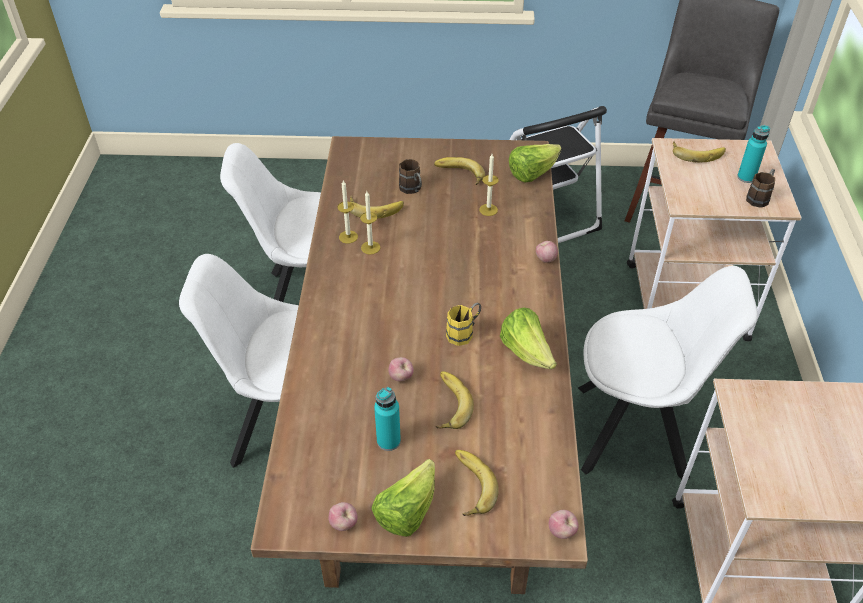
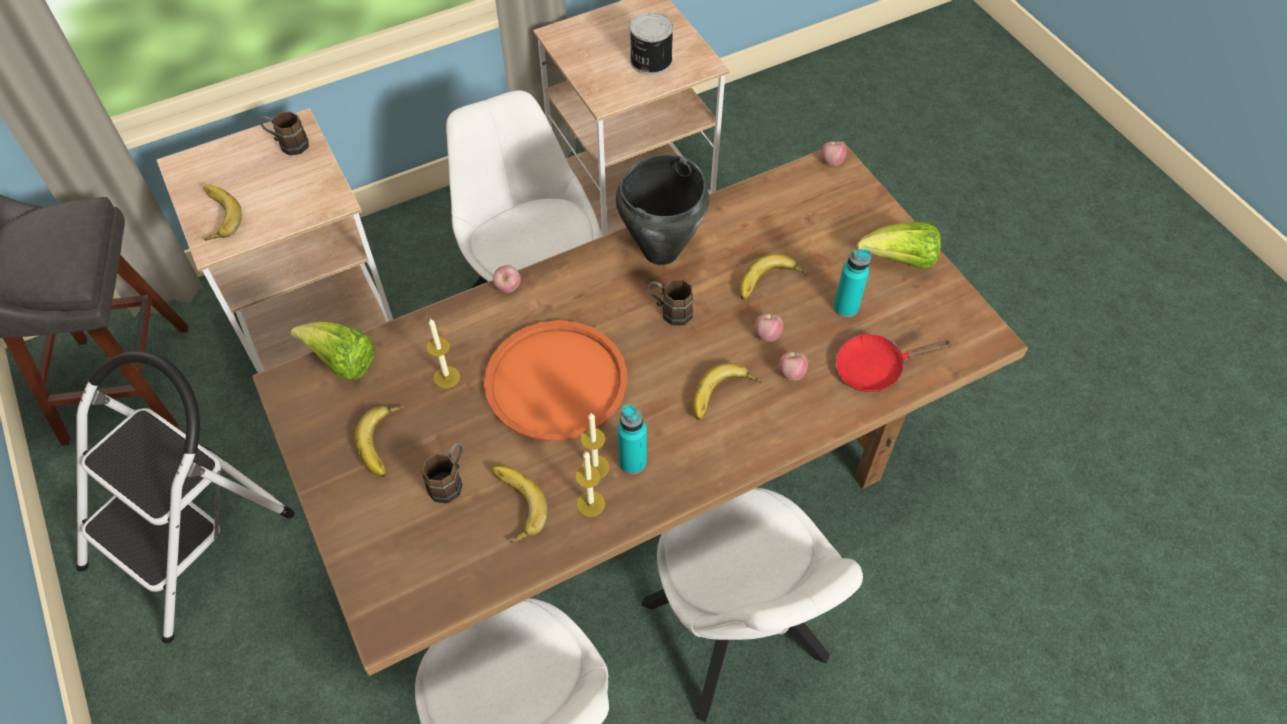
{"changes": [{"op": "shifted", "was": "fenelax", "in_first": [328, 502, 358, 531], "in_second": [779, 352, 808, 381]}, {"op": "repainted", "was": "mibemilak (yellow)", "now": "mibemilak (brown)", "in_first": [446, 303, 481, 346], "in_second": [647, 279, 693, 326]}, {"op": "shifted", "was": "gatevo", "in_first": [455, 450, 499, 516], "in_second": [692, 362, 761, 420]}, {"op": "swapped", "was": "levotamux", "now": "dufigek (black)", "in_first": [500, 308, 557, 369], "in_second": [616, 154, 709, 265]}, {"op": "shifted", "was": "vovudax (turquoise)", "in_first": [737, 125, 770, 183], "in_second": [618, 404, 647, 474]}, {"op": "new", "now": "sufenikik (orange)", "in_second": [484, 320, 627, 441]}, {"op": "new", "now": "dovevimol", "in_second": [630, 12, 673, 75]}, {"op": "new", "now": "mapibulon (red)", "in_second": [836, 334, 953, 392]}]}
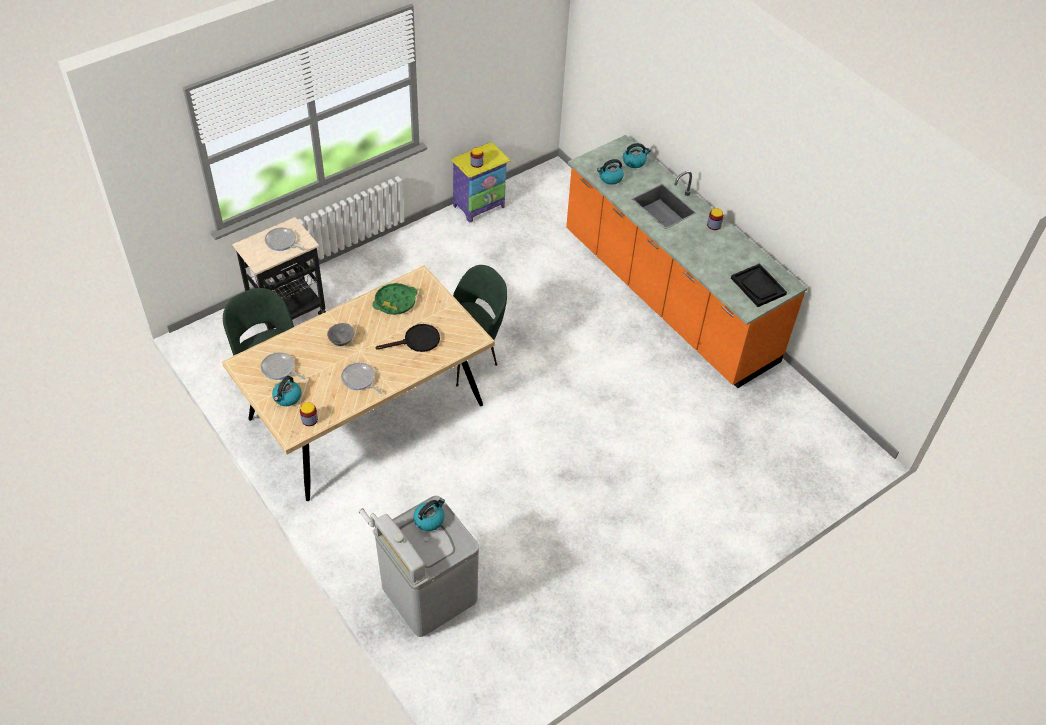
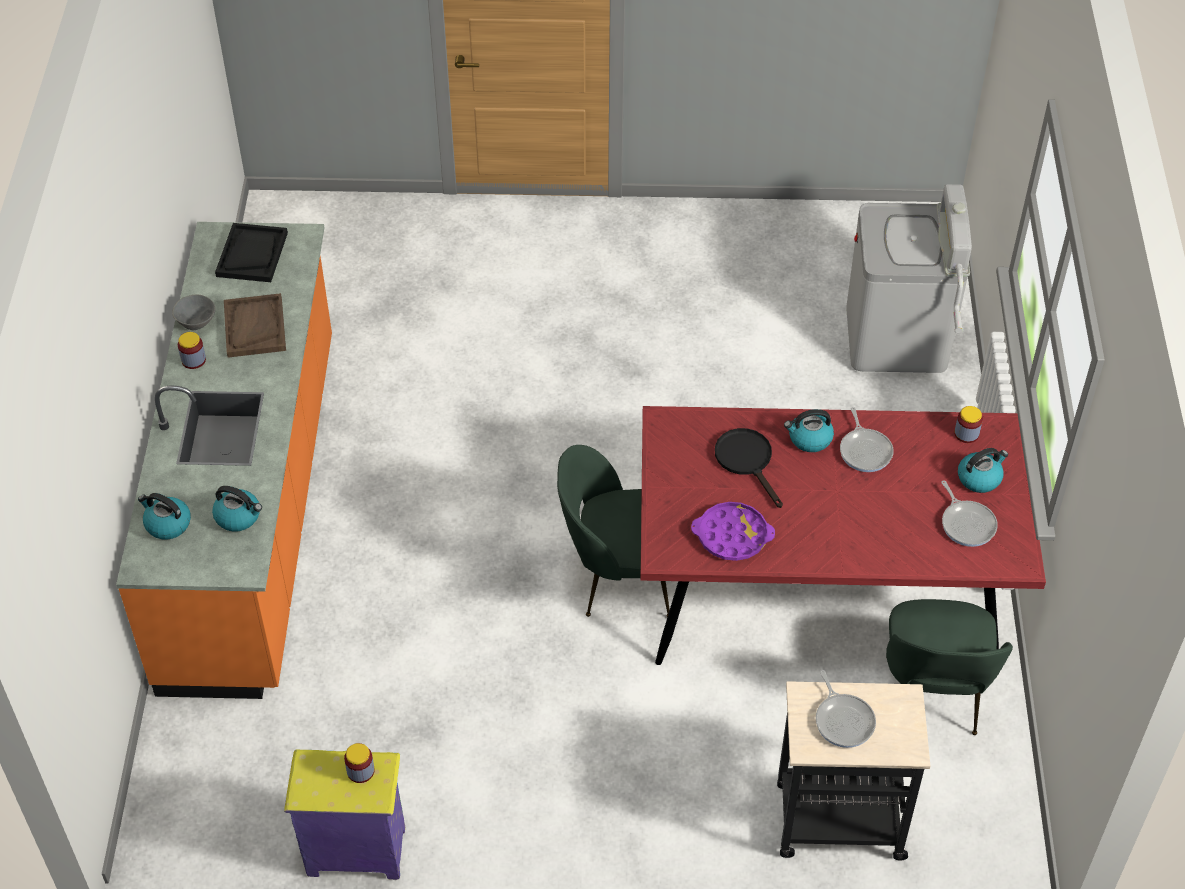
{"changes": [{"op": "repainted", "was": "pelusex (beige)", "now": "pelusex (red)", "in_first": [222, 265, 495, 501], "in_second": [640, 406, 1046, 665]}, {"op": "shifted", "was": "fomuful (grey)", "in_first": [327, 323, 354, 346], "in_second": [172, 294, 215, 330]}, {"op": "repainted", "was": "sufenikik (green)", "now": "sufenikik (purple)", "in_first": [372, 283, 418, 315], "in_second": [691, 502, 775, 561]}, {"op": "rotated", "was": "mapibulon (black)", "in_first": [375, 324, 440, 352], "in_second": [715, 428, 783, 508], "clockwise": 45}, {"op": "shifted", "was": "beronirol", "in_first": [413, 498, 445, 531], "in_second": [784, 409, 834, 452]}, {"op": "new", "now": "sufenikik (brown)", "in_second": [224, 293, 286, 358]}]}
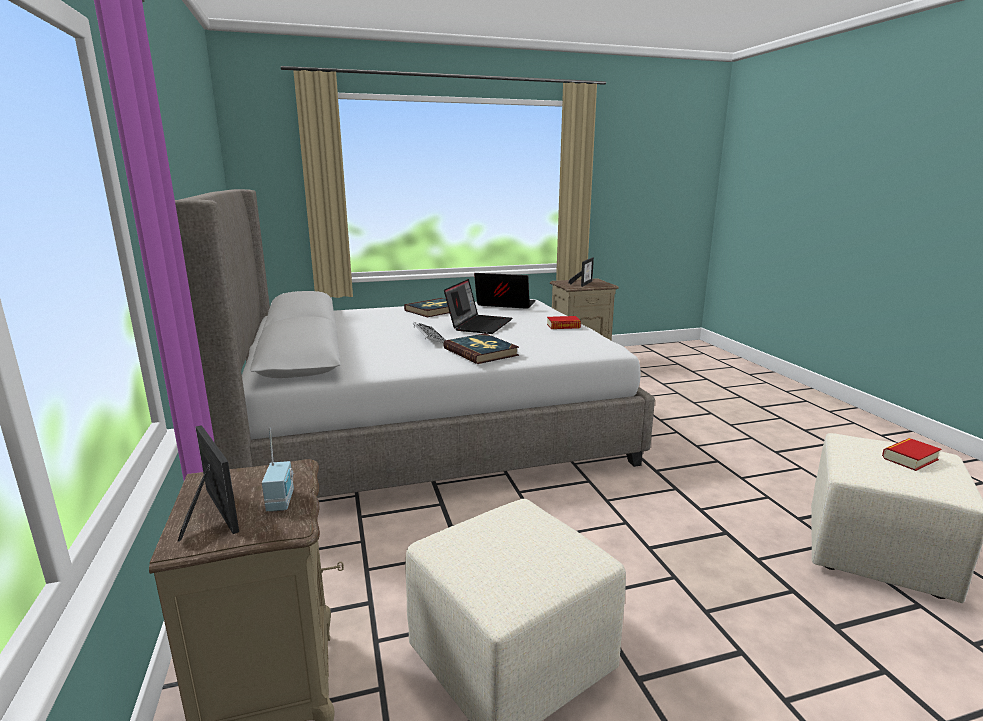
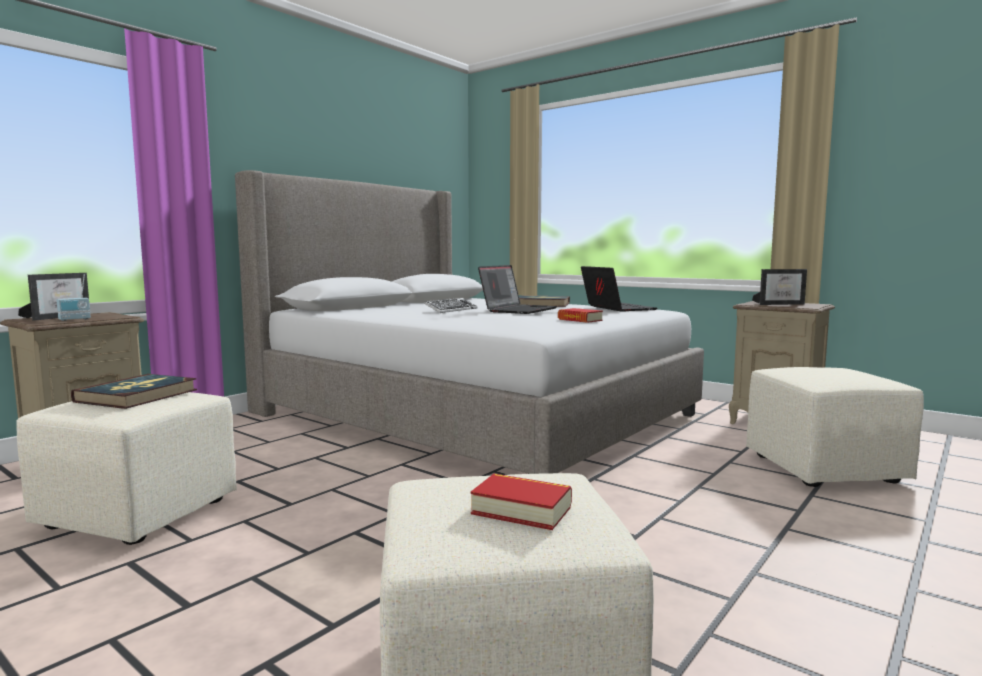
{"changes": [{"op": "shifted", "was": "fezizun", "in_first": [443, 333, 519, 364], "in_second": [71, 374, 197, 409]}, {"op": "rotated", "was": "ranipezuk", "in_first": [444, 279, 512, 334], "in_second": [478, 265, 557, 314], "clockwise": -45}, {"op": "new", "now": "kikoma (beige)", "in_second": [746, 367, 924, 487]}]}
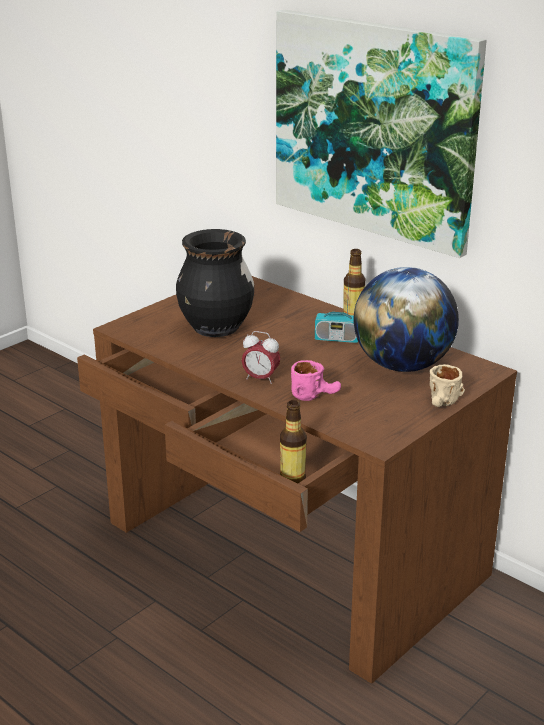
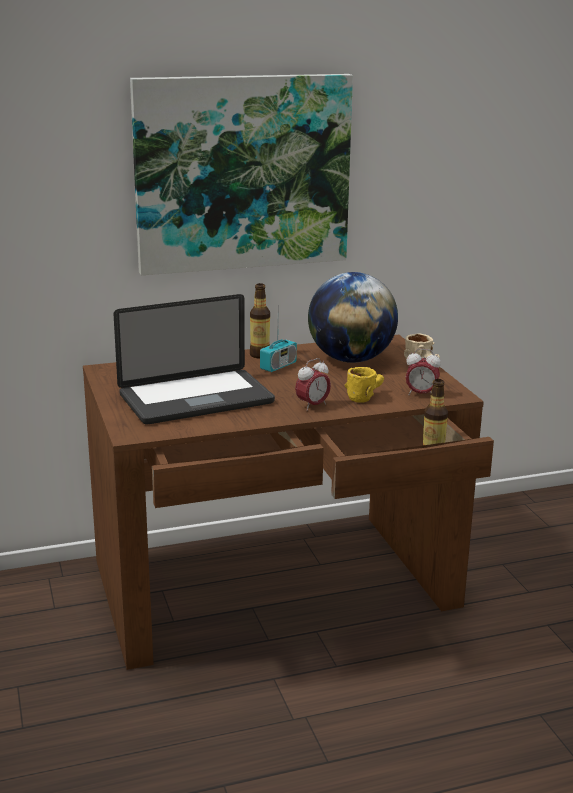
{"changes": [{"op": "swapped", "was": "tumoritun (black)", "now": "ranipezuk", "in_first": [176, 229, 254, 337], "in_second": [113, 294, 275, 425]}, {"op": "repainted", "was": "mibemilak (pink)", "now": "mibemilak (yellow)", "in_first": [291, 360, 341, 401], "in_second": [345, 367, 384, 403]}, {"op": "new", "now": "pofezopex", "in_second": [406, 348, 441, 395]}]}
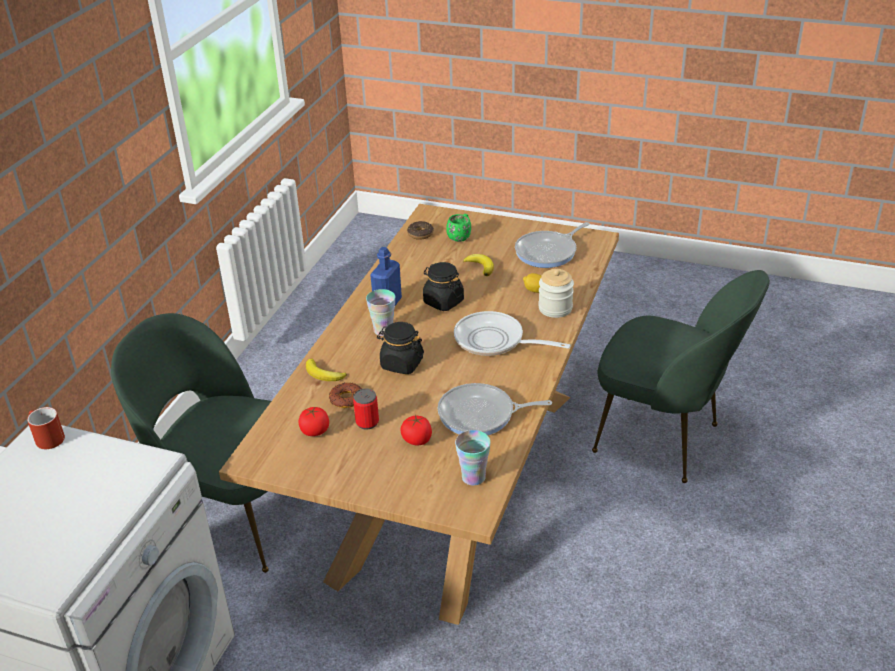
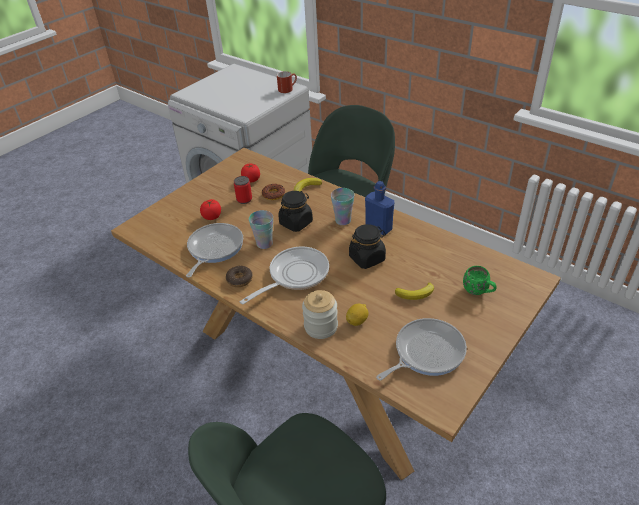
{"changes": [{"op": "shifted", "was": "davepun", "in_first": [407, 221, 434, 240], "in_second": [226, 266, 253, 287]}, {"op": "shifted", "was": "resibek", "in_first": [455, 430, 491, 486], "in_second": [249, 210, 273, 249]}, {"op": "rotated", "was": "mapibulon", "in_first": [515, 222, 590, 268], "in_second": [376, 318, 467, 381], "clockwise": 75}]}
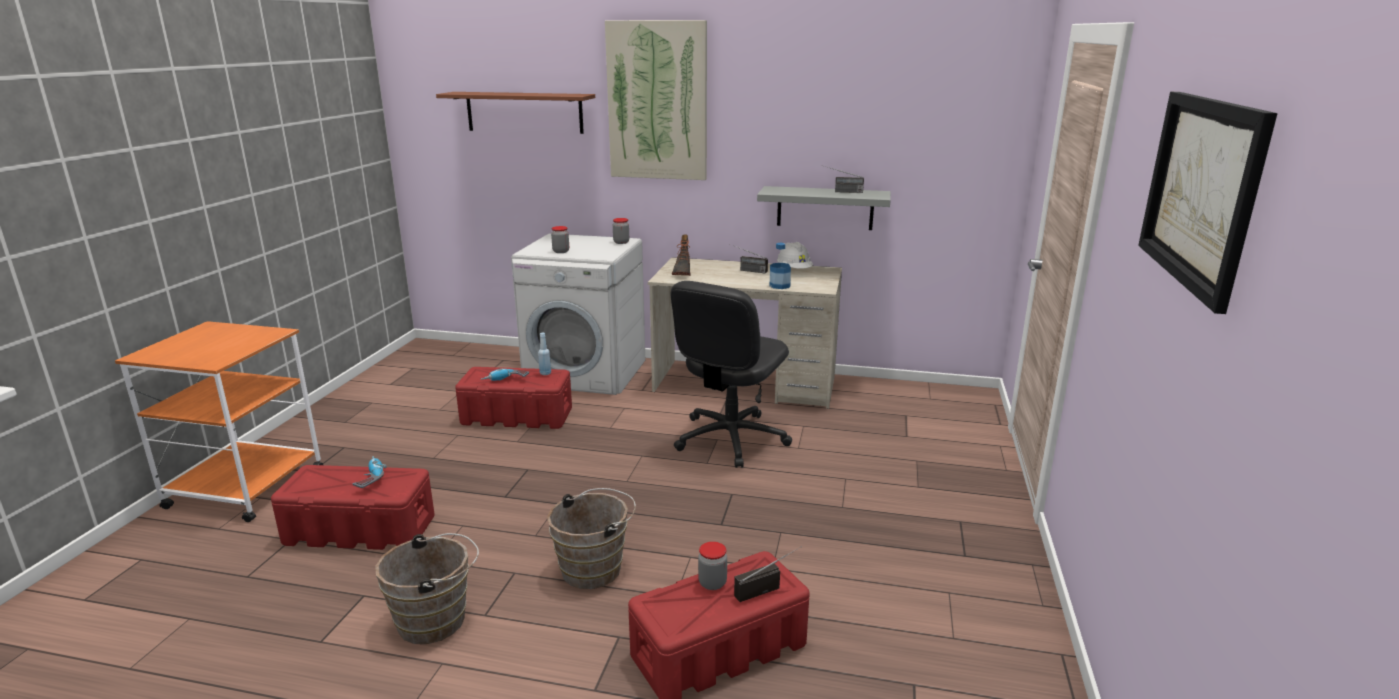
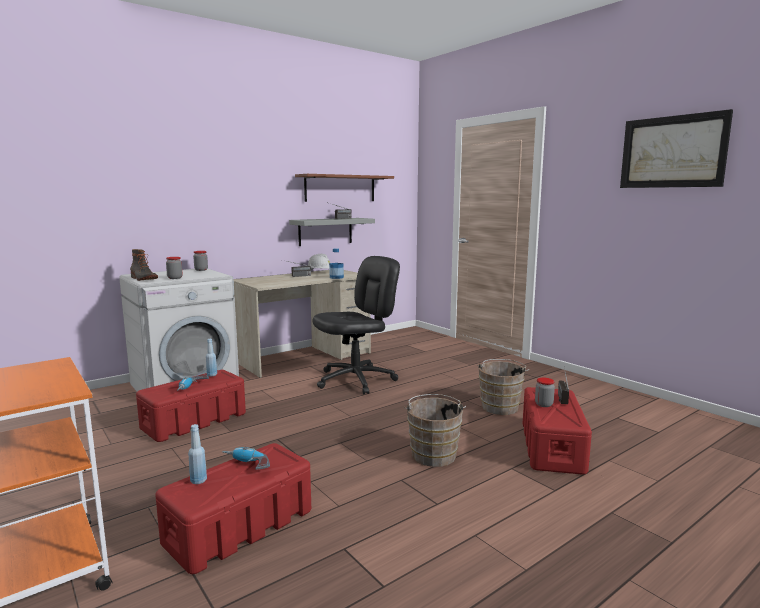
{"changes": [{"op": "shifted", "was": "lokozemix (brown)", "in_first": [375, 533, 479, 644], "in_second": [477, 359, 529, 415]}, {"op": "shifted", "was": "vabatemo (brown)", "in_first": [436, 92, 595, 134], "in_second": [295, 174, 394, 202]}, {"op": "gone", "was": "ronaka", "in_first": [605, 20, 707, 180]}, {"op": "rotated", "was": "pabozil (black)", "in_first": [671, 281, 792, 468], "in_second": [312, 256, 400, 394], "clockwise": -105}, {"op": "shifted", "was": "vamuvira", "in_first": [672, 235, 691, 276], "in_second": [130, 249, 158, 281]}, {"op": "new", "now": "vovudax (blue)", "in_second": [188, 424, 207, 484]}]}
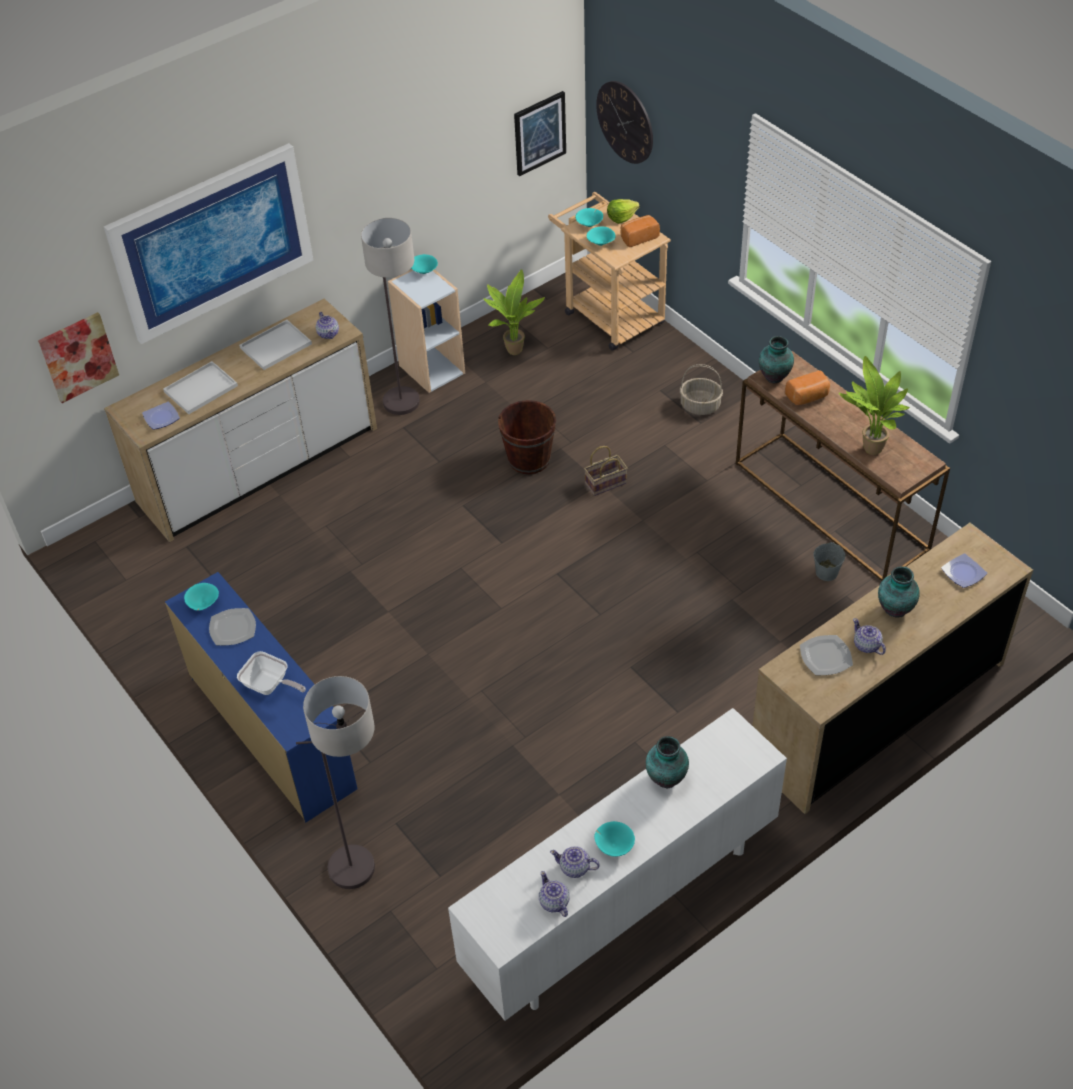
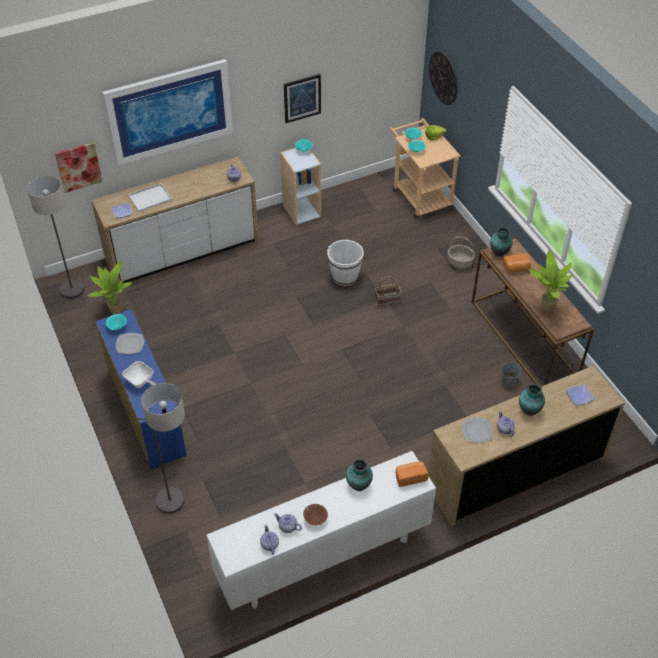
{"changes": [{"op": "gone", "was": "sufenikik (white)", "in_first": [239, 320, 312, 370]}, {"op": "shifted", "was": "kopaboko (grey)", "in_first": [361, 218, 420, 415], "in_second": [27, 176, 85, 299]}, {"op": "shifted", "was": "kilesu", "in_first": [484, 269, 545, 355], "in_second": [87, 260, 133, 315]}, {"op": "repainted", "was": "lokozemix (brown)", "now": "lokozemix (white)", "in_first": [498, 400, 556, 474], "in_second": [327, 240, 364, 286]}, {"op": "shifted", "was": "ronaka", "in_first": [514, 91, 566, 176], "in_second": [284, 74, 321, 123]}, {"op": "repainted", "was": "fomuful (turquoise)", "now": "fomuful (brown)", "in_first": [594, 821, 635, 857], "in_second": [303, 504, 328, 525]}, {"op": "shifted", "was": "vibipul", "in_first": [621, 215, 660, 247], "in_second": [396, 462, 428, 487]}]}
